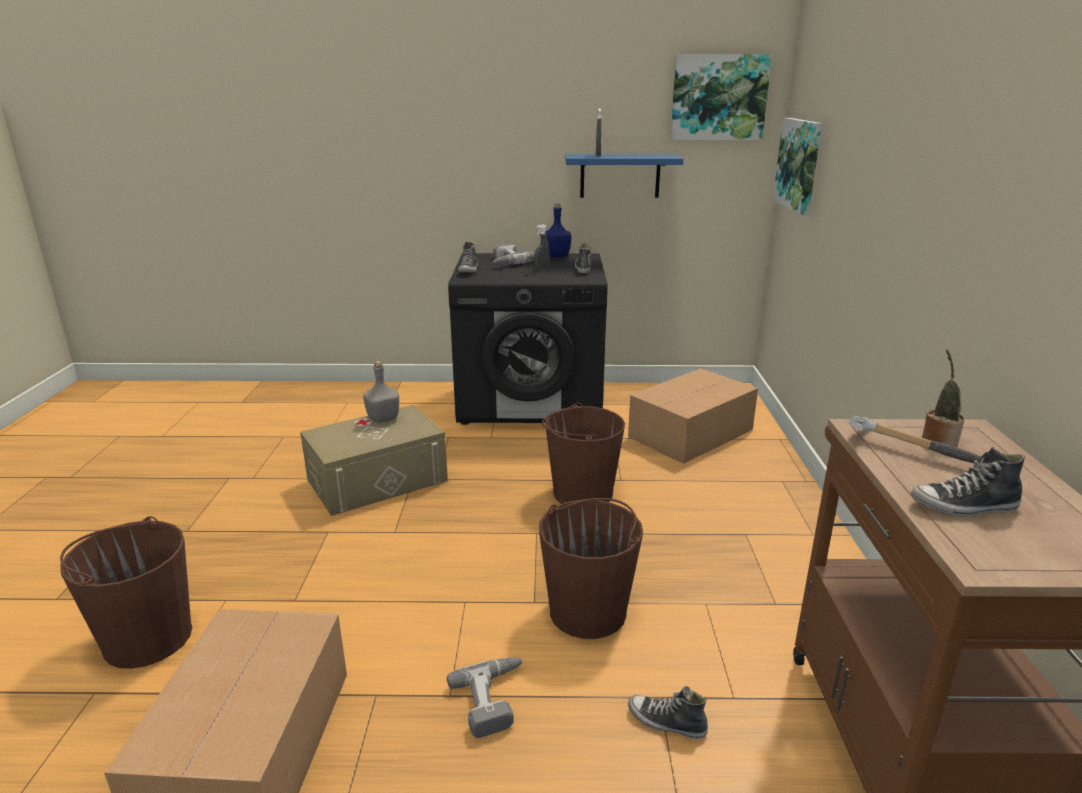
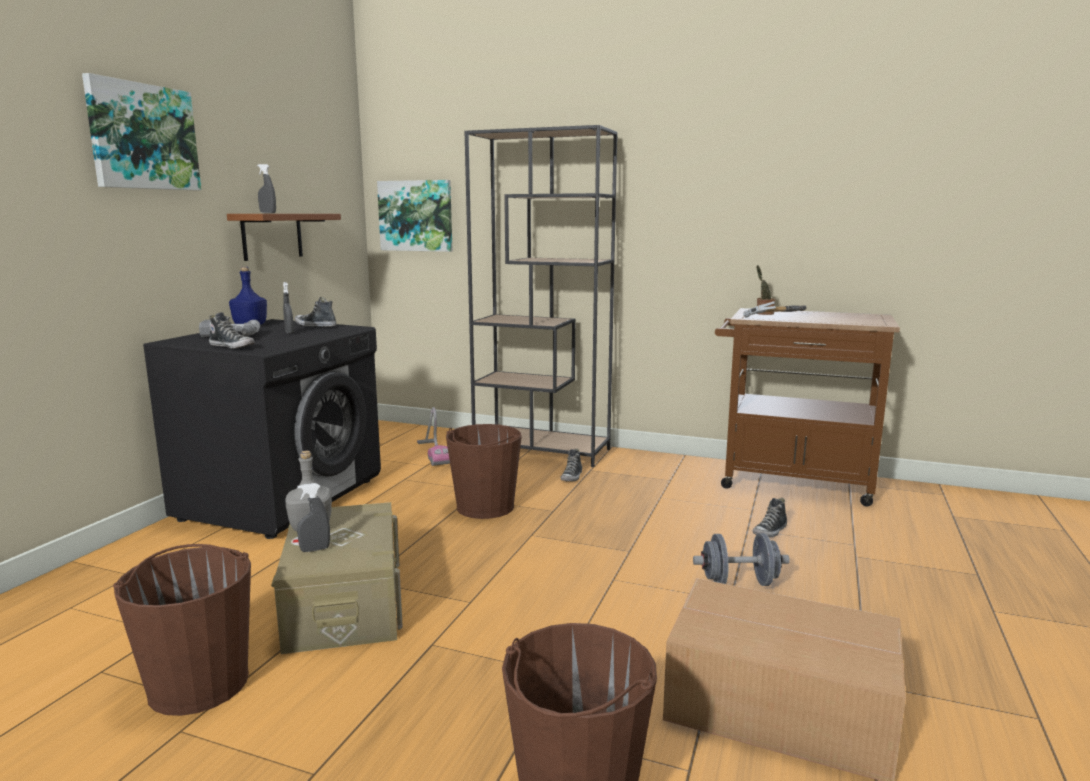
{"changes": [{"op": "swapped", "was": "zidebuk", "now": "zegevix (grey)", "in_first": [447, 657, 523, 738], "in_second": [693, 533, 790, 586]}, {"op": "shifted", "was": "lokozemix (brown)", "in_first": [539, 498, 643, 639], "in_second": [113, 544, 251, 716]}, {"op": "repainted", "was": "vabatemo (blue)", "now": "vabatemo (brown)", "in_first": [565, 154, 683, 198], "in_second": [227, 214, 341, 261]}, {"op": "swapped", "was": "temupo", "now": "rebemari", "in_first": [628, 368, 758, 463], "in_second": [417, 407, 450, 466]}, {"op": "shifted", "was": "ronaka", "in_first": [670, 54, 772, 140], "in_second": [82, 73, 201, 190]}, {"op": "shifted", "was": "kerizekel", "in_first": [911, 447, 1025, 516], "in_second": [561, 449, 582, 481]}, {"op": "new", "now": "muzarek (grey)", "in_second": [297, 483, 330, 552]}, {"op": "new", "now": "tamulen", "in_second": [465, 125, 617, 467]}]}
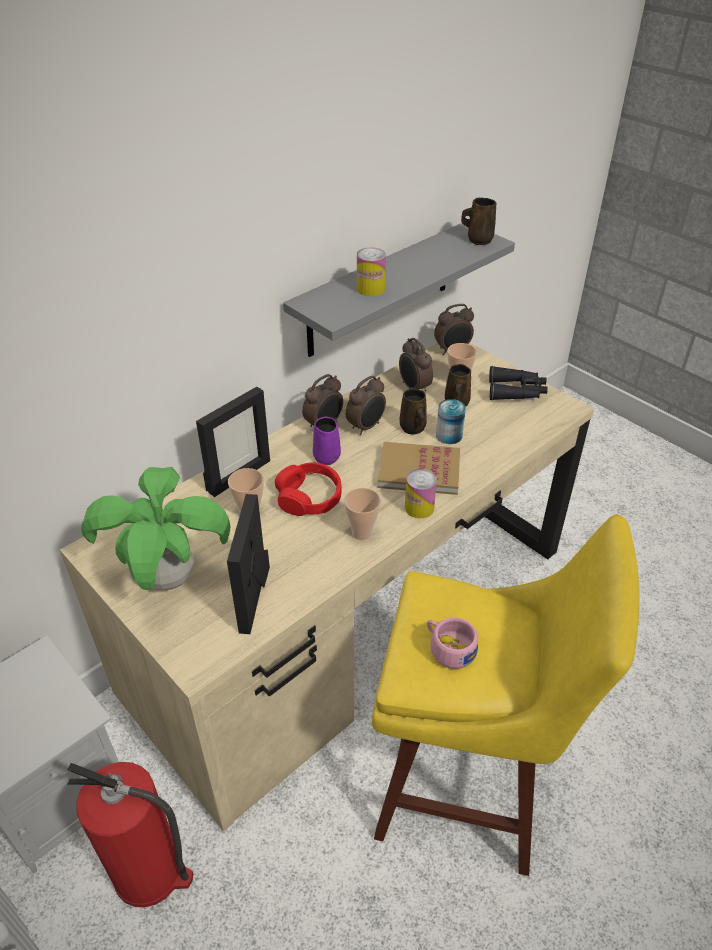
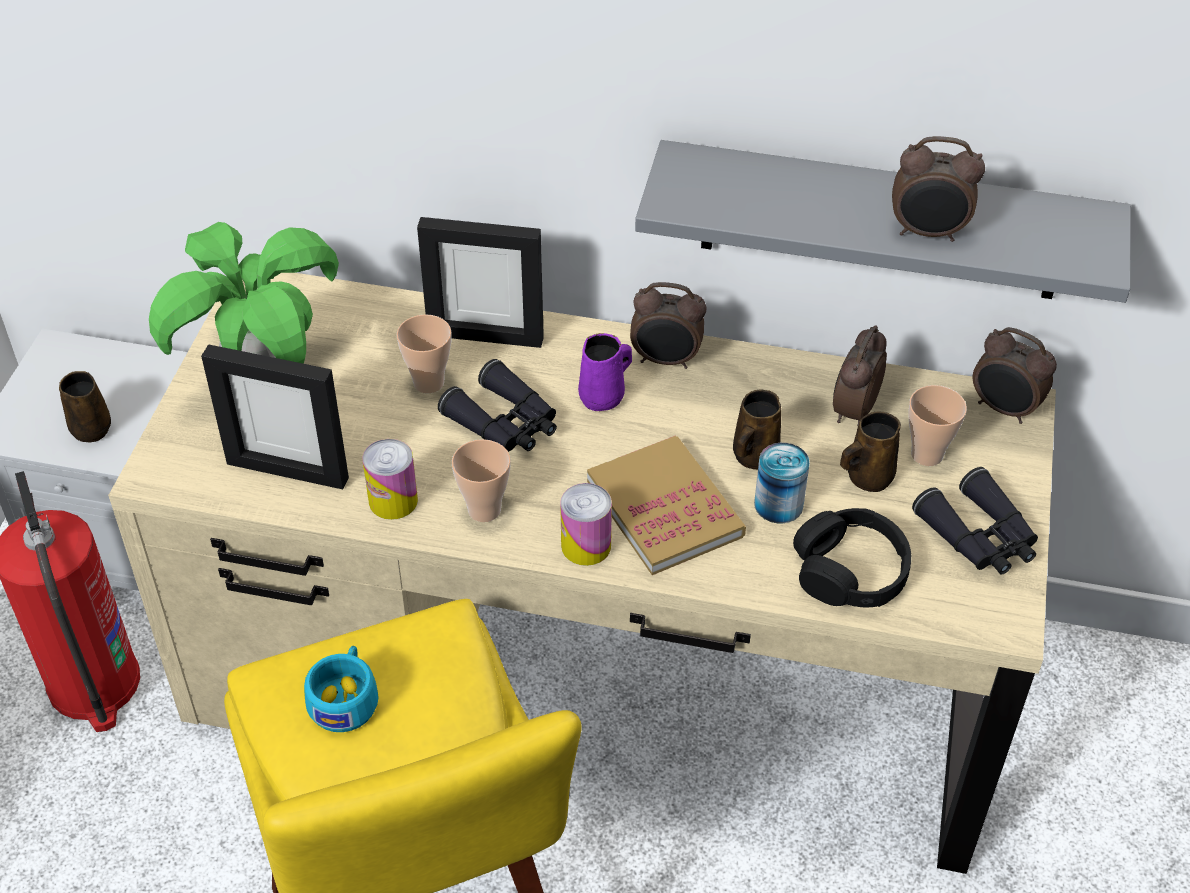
{"changes": [{"op": "rotated", "was": "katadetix", "in_first": [227, 494, 270, 634], "in_second": [201, 344, 349, 489], "clockwise": -135}, {"op": "swapped", "was": "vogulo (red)", "now": "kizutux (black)", "in_first": [275, 462, 342, 516], "in_second": [438, 359, 557, 452]}, {"op": "shifted", "was": "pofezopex", "in_first": [346, 376, 386, 435], "in_second": [892, 136, 985, 242]}, {"op": "shifted", "was": "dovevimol", "in_first": [357, 247, 386, 296], "in_second": [363, 439, 418, 520]}, {"op": "repainted", "was": "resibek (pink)", "now": "resibek (turquoise)", "in_first": [427, 617, 478, 669], "in_second": [304, 646, 379, 732]}, {"op": "shifted", "was": "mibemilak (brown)", "in_first": [461, 198, 496, 245], "in_second": [59, 371, 111, 442]}, {"op": "new", "now": "vogulo (black)", "in_second": [793, 508, 911, 607]}]}
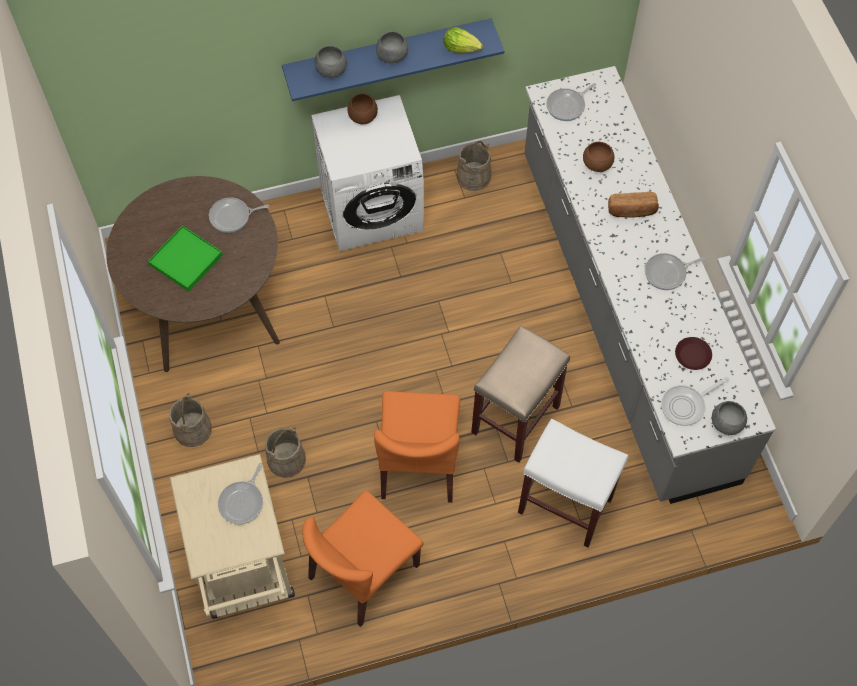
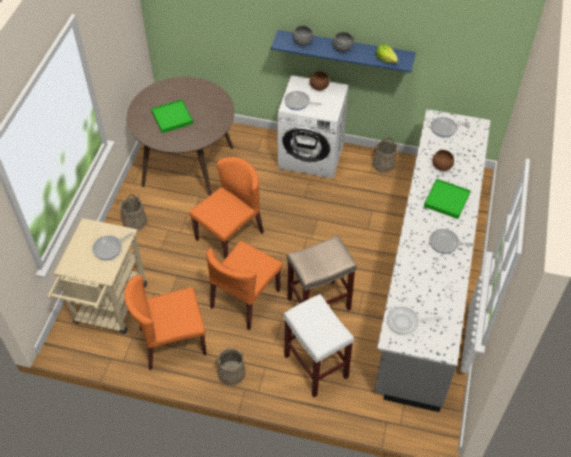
{"changes": [{"op": "shifted", "was": "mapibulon", "in_first": [209, 197, 269, 233], "in_second": [284, 91, 322, 110]}, {"op": "shifted", "was": "lokozemix (beige)", "in_first": [265, 427, 306, 478], "in_second": [216, 348, 245, 386]}, {"op": "swapped", "was": "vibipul", "now": "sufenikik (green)", "in_first": [608, 192, 659, 218], "in_second": [424, 179, 471, 219]}, {"op": "gone", "was": "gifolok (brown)", "in_first": [675, 337, 712, 370]}, {"op": "gone", "was": "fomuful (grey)", "in_first": [712, 401, 747, 435]}, {"op": "new", "now": "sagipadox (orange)", "in_second": [189, 157, 264, 259]}]}
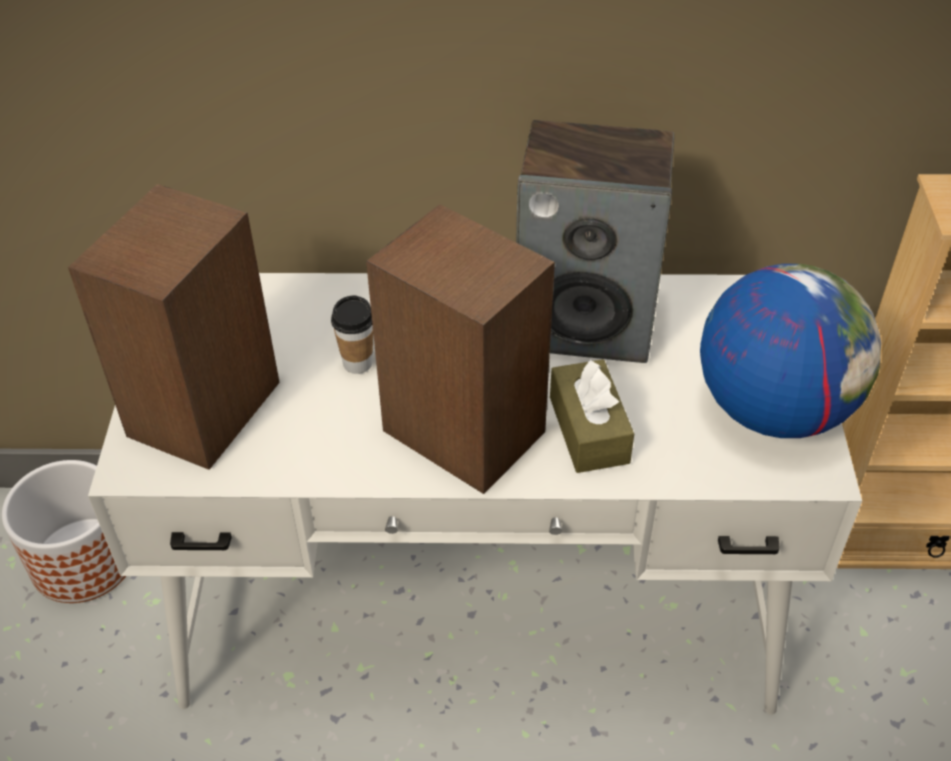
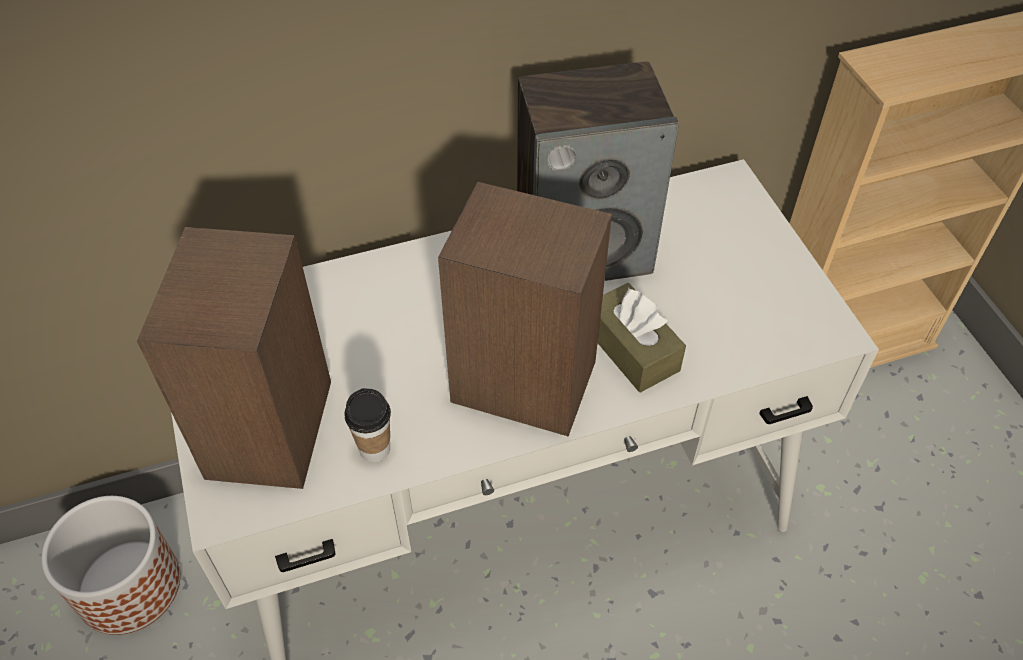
{"changes": [{"op": "shifted", "was": "resibek", "in_first": [331, 295, 373, 374], "in_second": [345, 388, 391, 462]}, {"op": "gone", "was": "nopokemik", "in_first": [700, 264, 881, 438]}]}
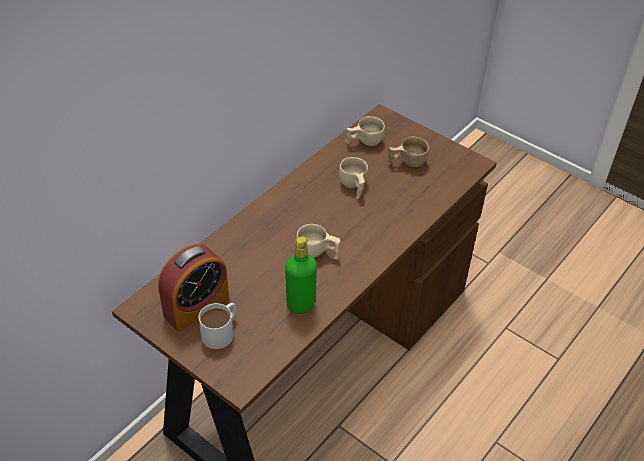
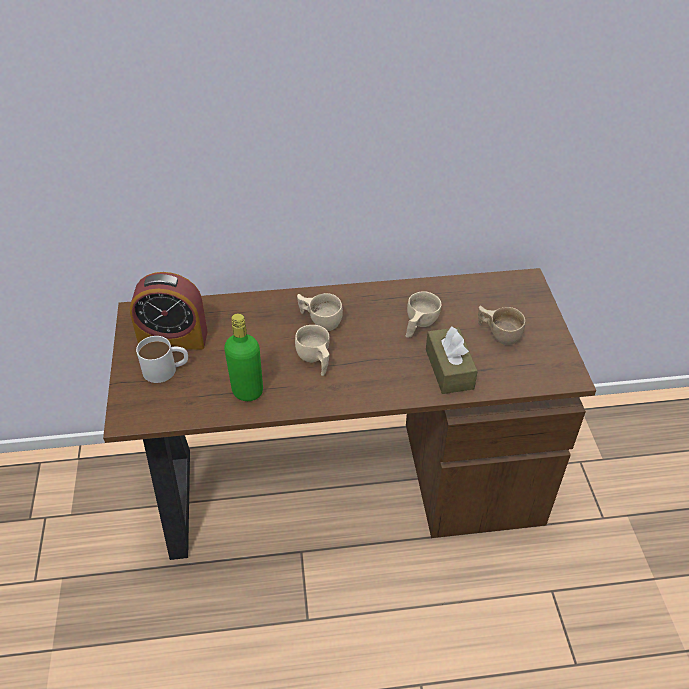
{"changes": [{"op": "shifted", "was": "resibek (beige)", "in_first": [345, 116, 385, 146], "in_second": [297, 293, 343, 331]}, {"op": "new", "now": "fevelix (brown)", "in_second": [426, 326, 478, 394]}]}
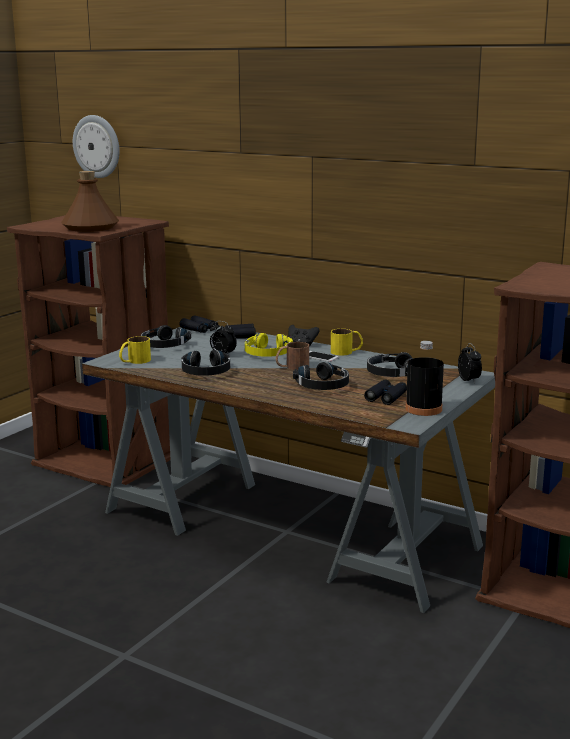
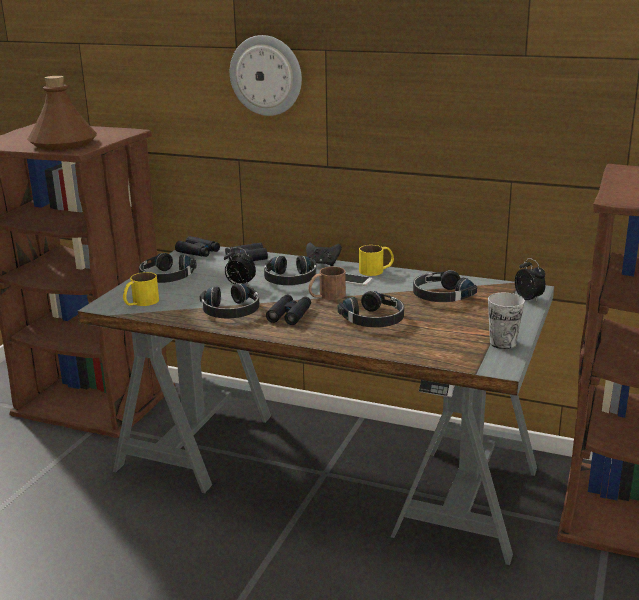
{"changes": [{"op": "shifted", "was": "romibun", "in_first": [73, 115, 120, 178], "in_second": [230, 35, 302, 116]}, {"op": "repainted", "was": "vogulo (yellow)", "now": "vogulo (black)", "in_first": [245, 333, 293, 357], "in_second": [264, 256, 317, 285]}, {"op": "shifted", "was": "kizutux (black)", "in_first": [364, 379, 407, 405], "in_second": [266, 295, 311, 325]}, {"op": "swapped", "was": "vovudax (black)", "now": "resibek", "in_first": [405, 341, 444, 416], "in_second": [488, 293, 525, 349]}]}
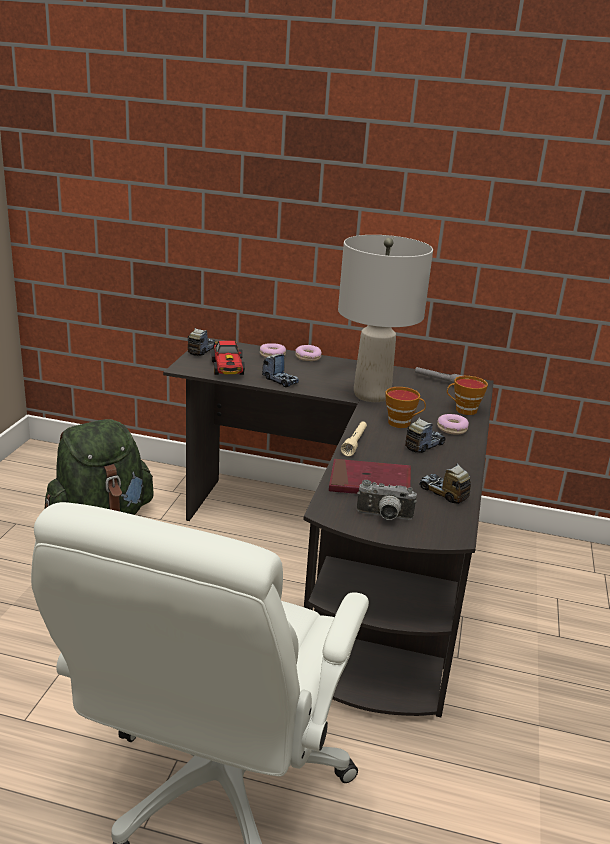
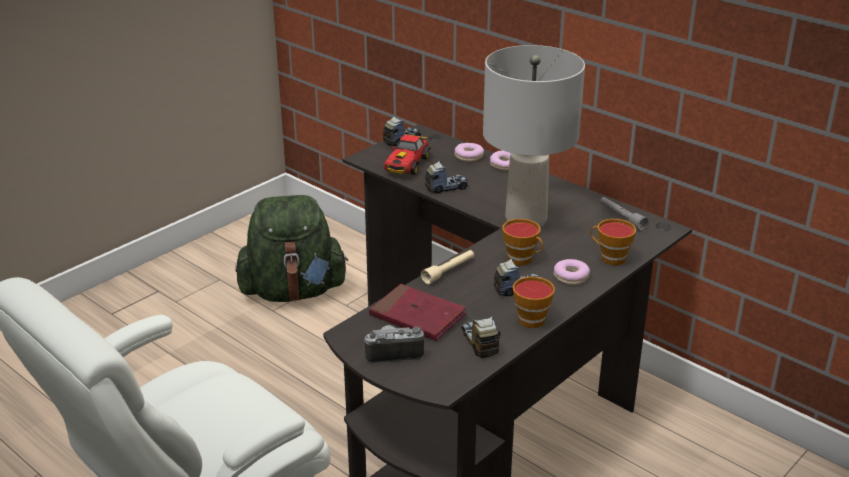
{"changes": [{"op": "rotated", "was": "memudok", "in_first": [262, 354, 299, 387], "in_second": [425, 161, 467, 193], "clockwise": -90}, {"op": "rotated", "was": "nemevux", "in_first": [357, 480, 417, 520], "in_second": [364, 325, 424, 363], "clockwise": 135}, {"op": "new", "now": "resibek", "in_second": [513, 276, 555, 328]}]}
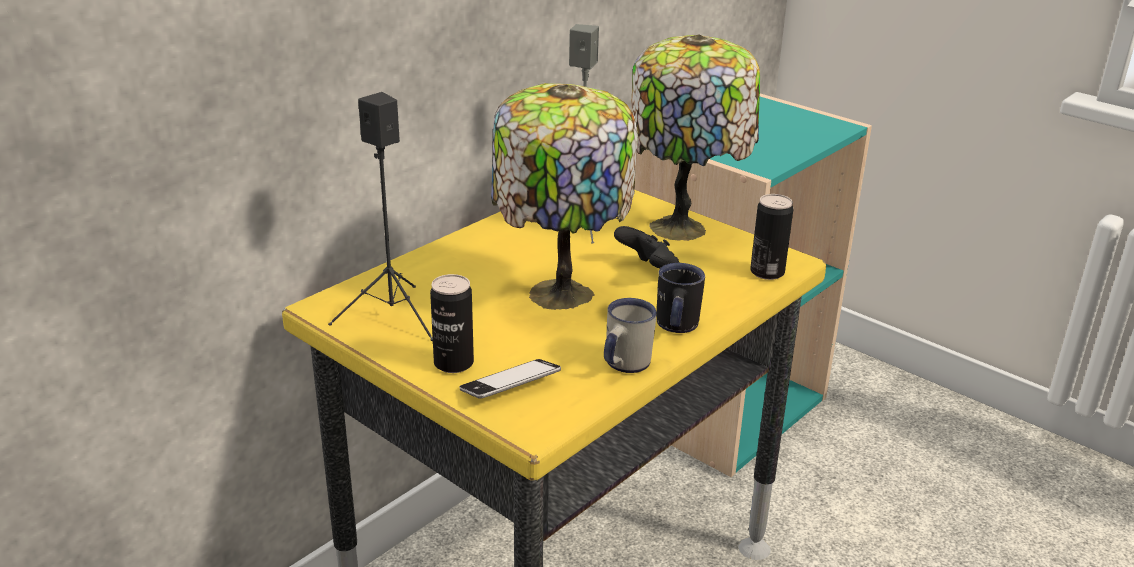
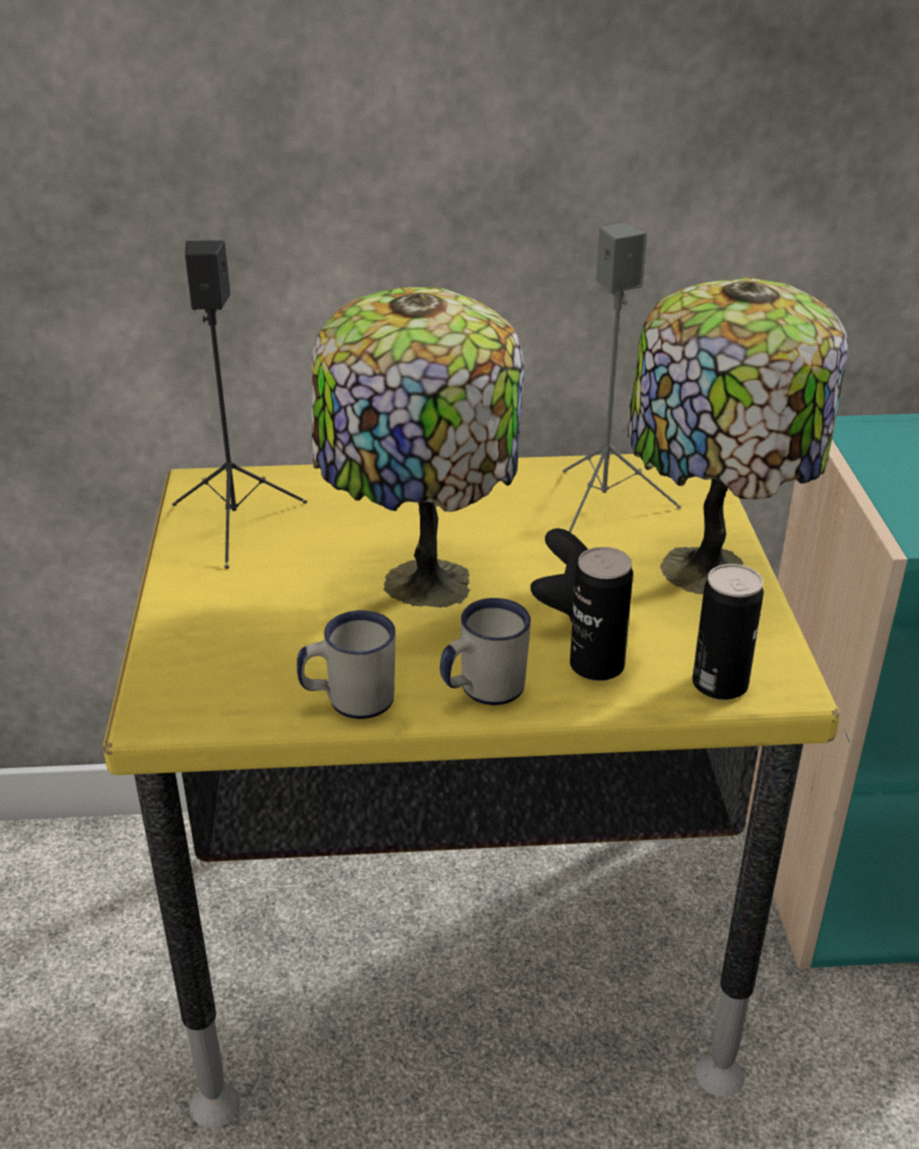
{"changes": [{"op": "shifted", "was": "dovevimol", "in_first": [430, 274, 474, 373], "in_second": [570, 547, 633, 681]}, {"op": "gone", "was": "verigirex", "in_first": [459, 359, 561, 399]}, {"op": "repainted", "was": "mibemilak (black)", "now": "mibemilak (white)", "in_first": [657, 263, 705, 333], "in_second": [440, 598, 531, 705]}]}
